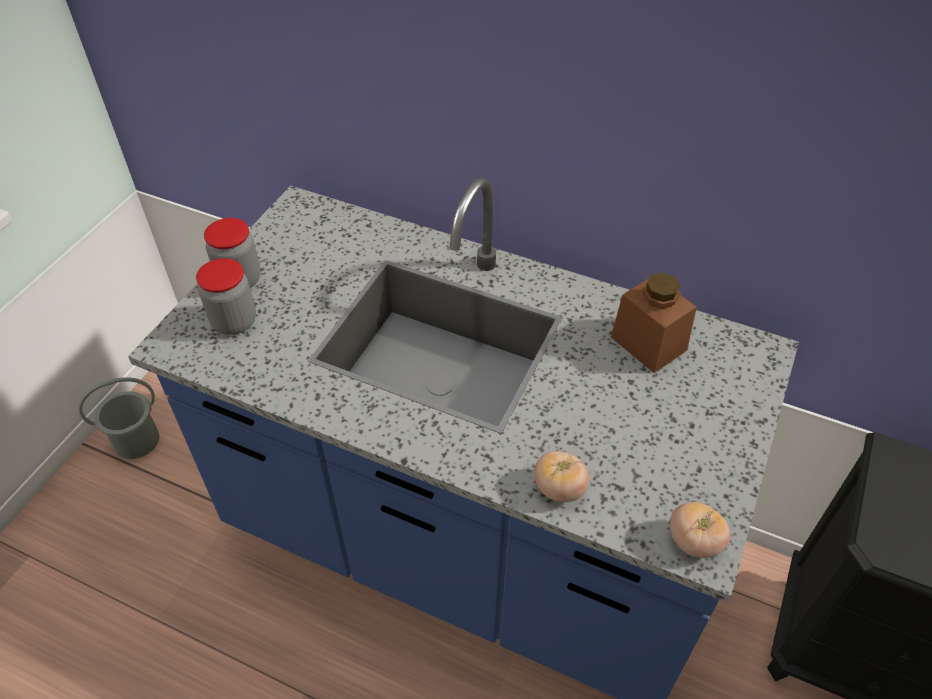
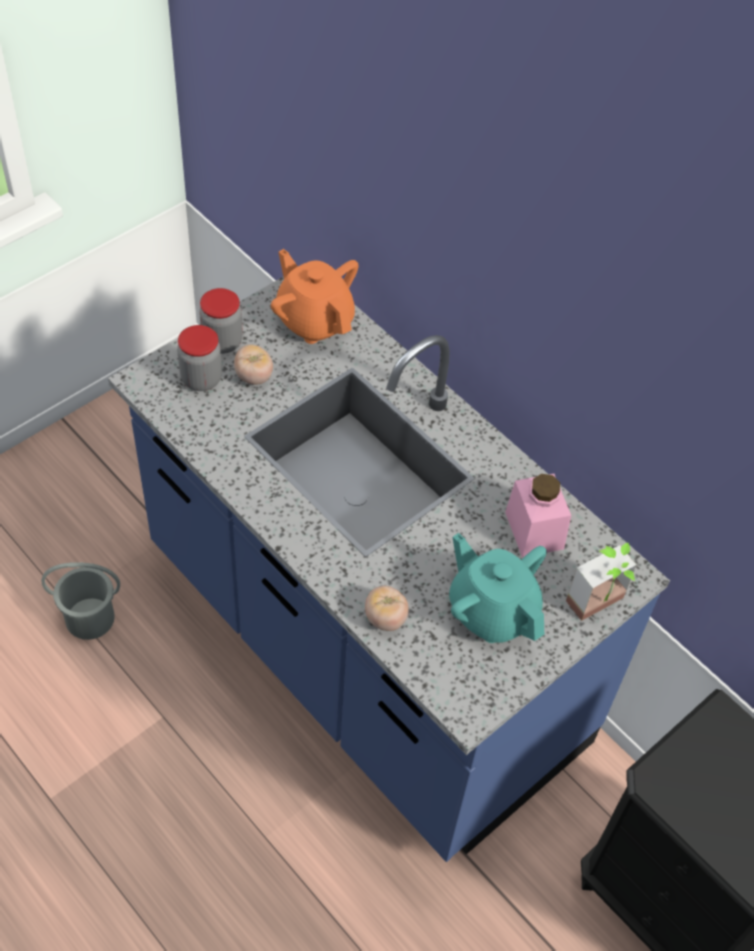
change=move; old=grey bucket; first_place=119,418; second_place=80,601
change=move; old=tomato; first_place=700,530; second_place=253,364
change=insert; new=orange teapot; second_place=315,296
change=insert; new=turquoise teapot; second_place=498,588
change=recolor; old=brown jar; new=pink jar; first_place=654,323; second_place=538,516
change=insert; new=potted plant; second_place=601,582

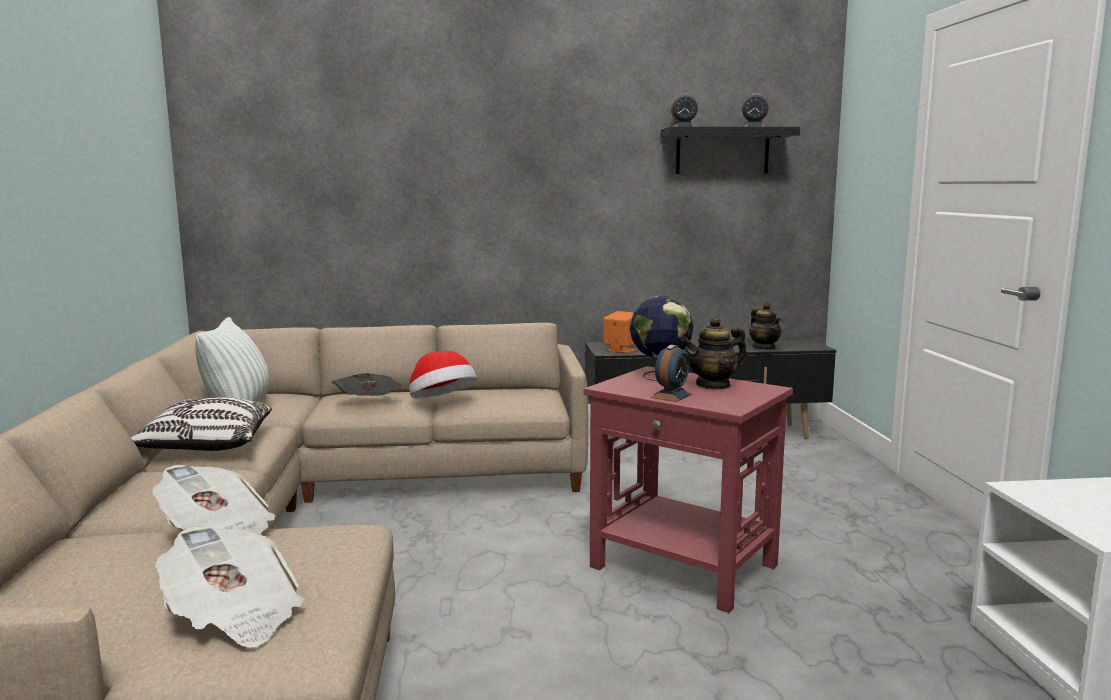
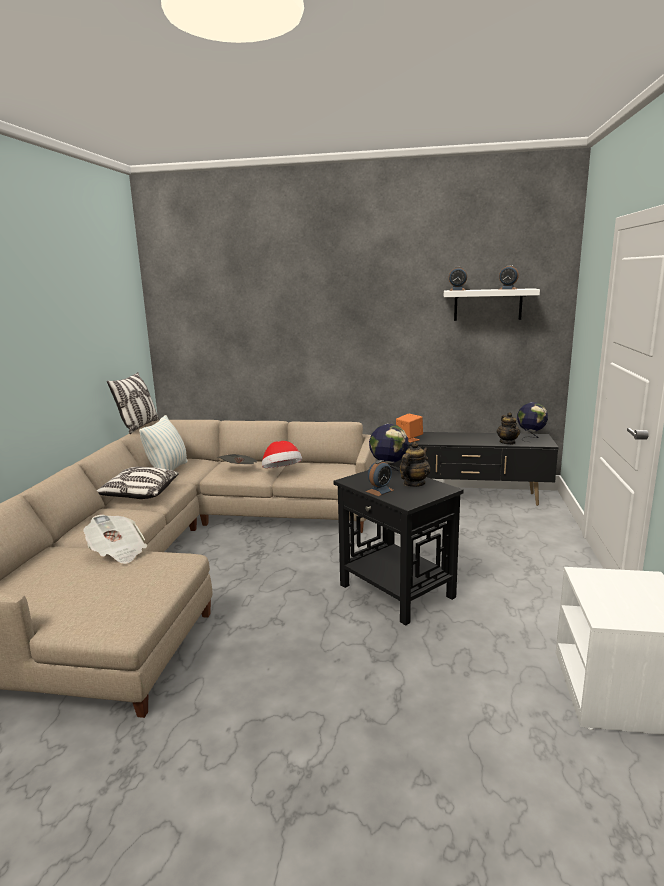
change=insert; new=pillow; second_place=133,403
change=recolor; old=red side table; new=black side table; first_place=688,489; second_place=398,544
change=rotate; old=teapot; first_place=714,353; second_place=415,464; degrees=135
change=recolor; old=black shelf; new=white shelf; first_place=730,150; second_place=492,304
change=insert; new=globe; second_place=532,422
change=delete; old=newspaper; first_place=230,587

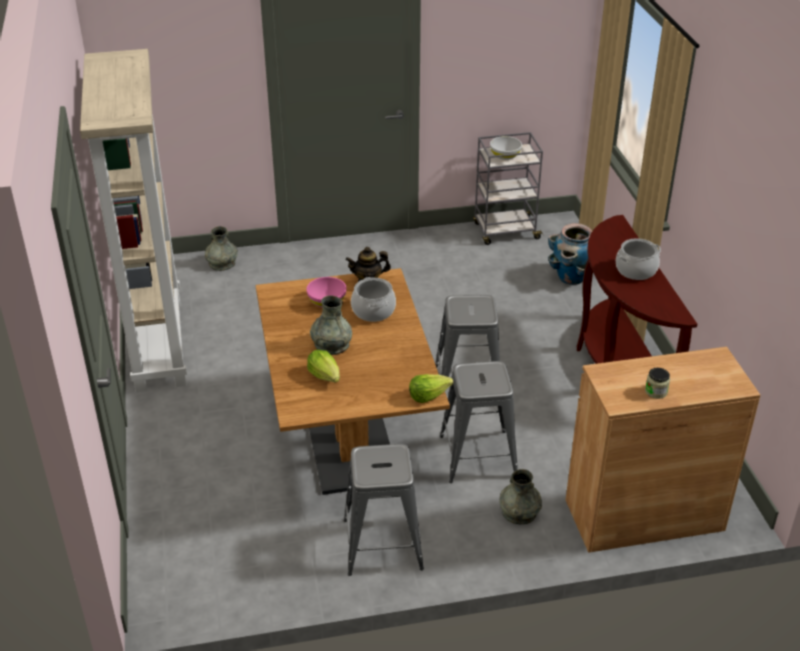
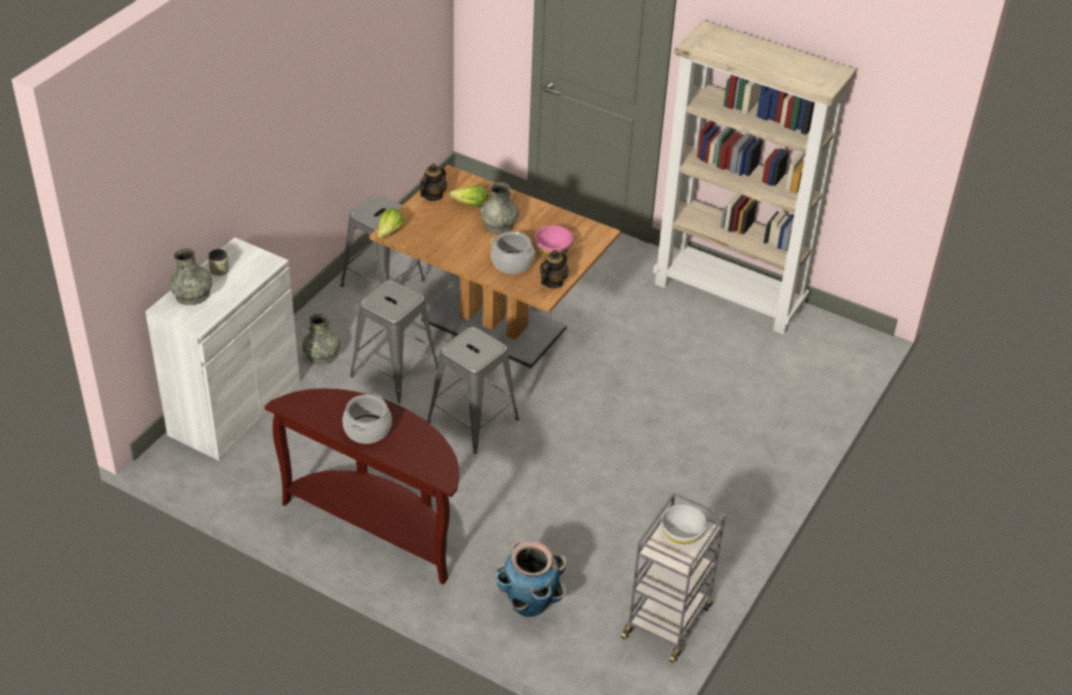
change=recolor; old=brown cabinet; new=white cabinet; first_place=663,450; second_place=222,349
change=move; old=grey vase; first_place=221,248; second_place=191,276
change=insert; new=teapot; second_place=433,182

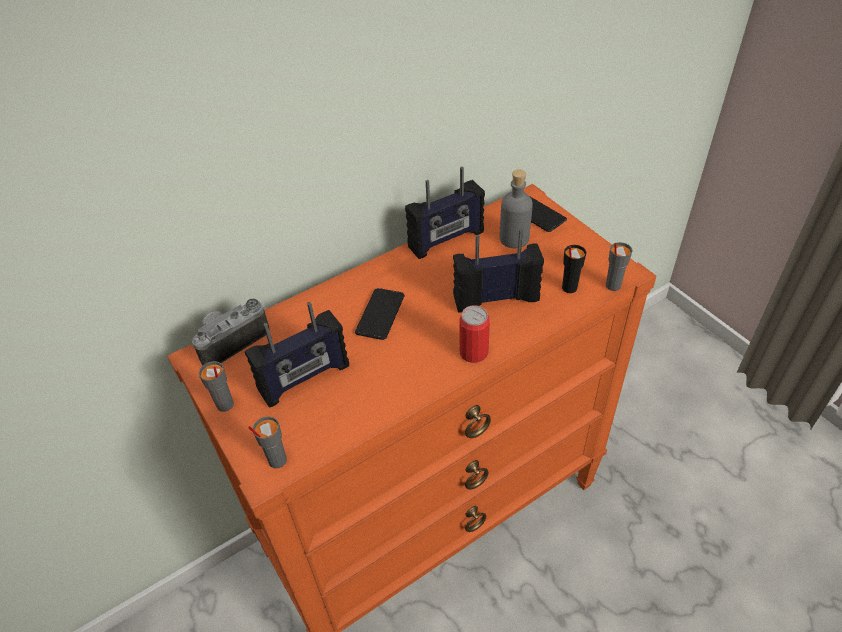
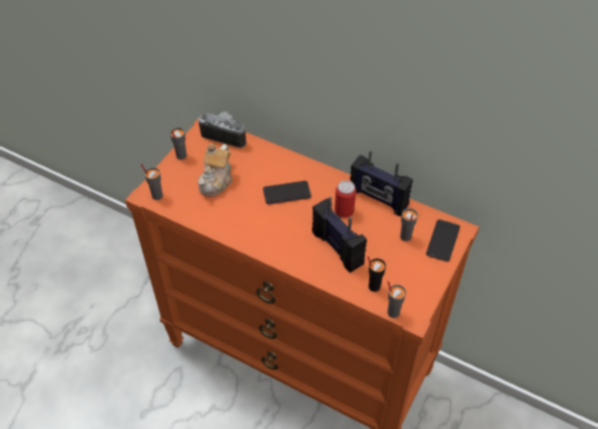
change=replace; old=radio; new=teapot; first_place=297,355; second_place=215,170
change=move; old=can; first_place=475,334; second_place=345,199
change=replace; old=grey bottle; new=grey cup; first_place=516,208; second_place=409,224

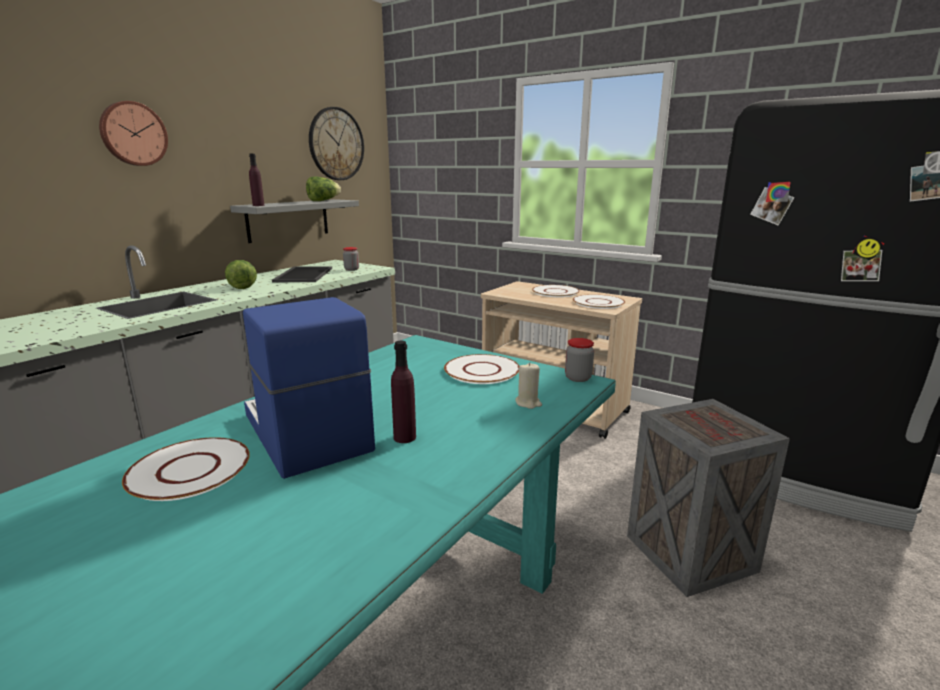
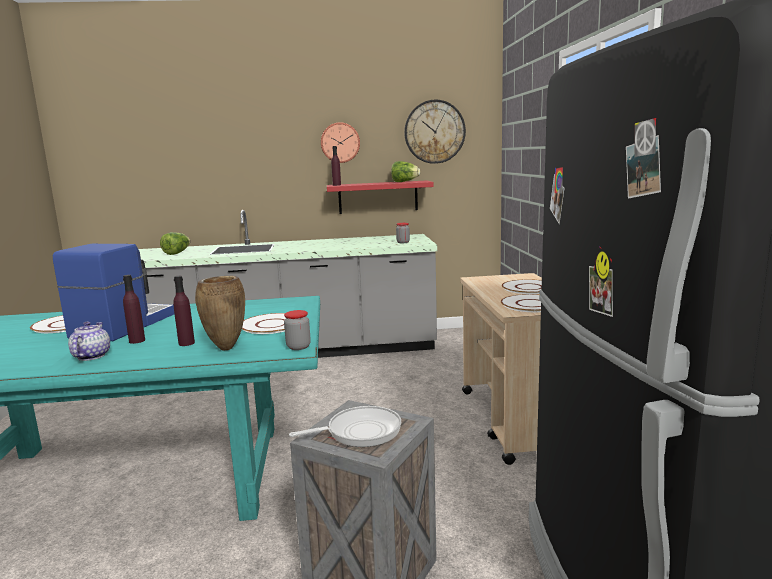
change=insert; new=teapot; second_place=89,341
change=move; old=lettuce; first_place=241,274; second_place=175,243
change=insert; new=purple bottle; second_place=184,311
change=replace; old=beige candle; new=brown vase; first_place=528,385; second_place=220,313
change=insert; new=frying pan; second_place=345,426
change=move; old=wall clock; first_place=133,133; second_place=340,142
change=recolor; old=grey shelf; new=red shelf; first_place=294,221; second_place=380,197
change=delete; old=tray; first_place=302,274

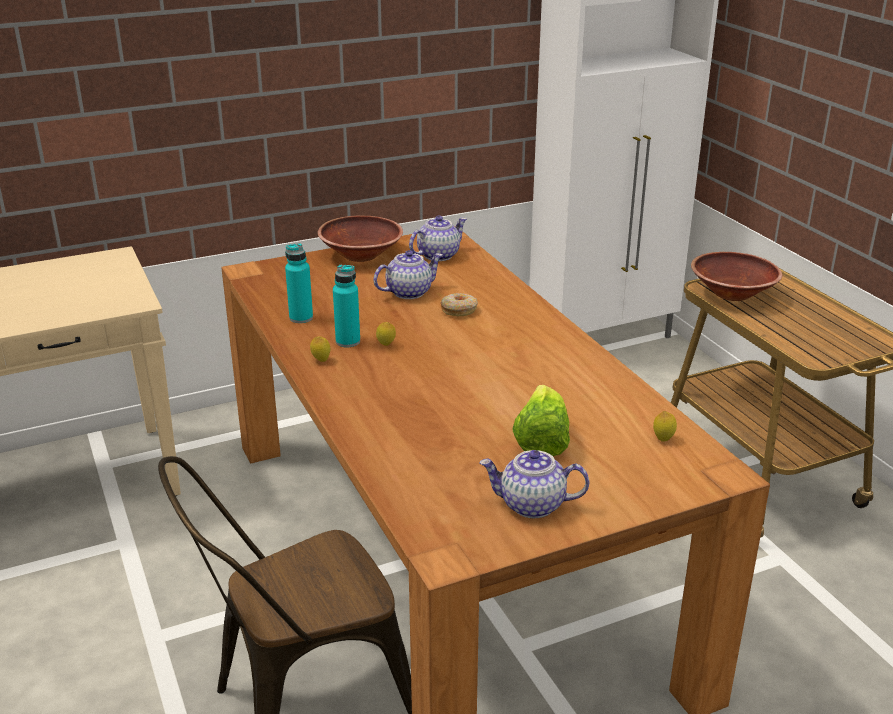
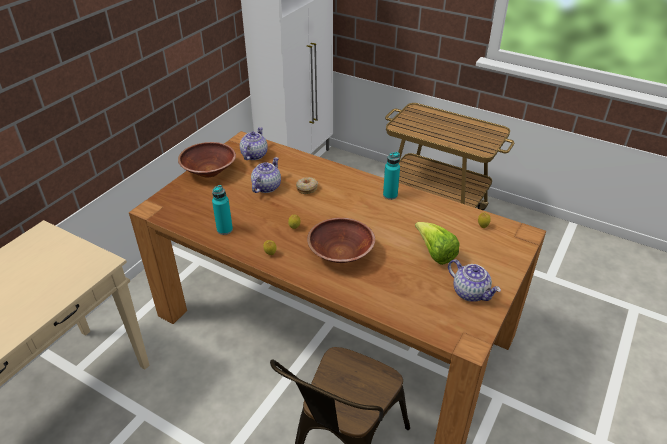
change=move; old=brown bowl; first_place=736,276; second_place=341,240
change=move; old=turquoise bottle; first_place=346,306; second_place=391,176
change=rotate; old=teapot; first_place=534,484; second_place=474,280; degrees=-105

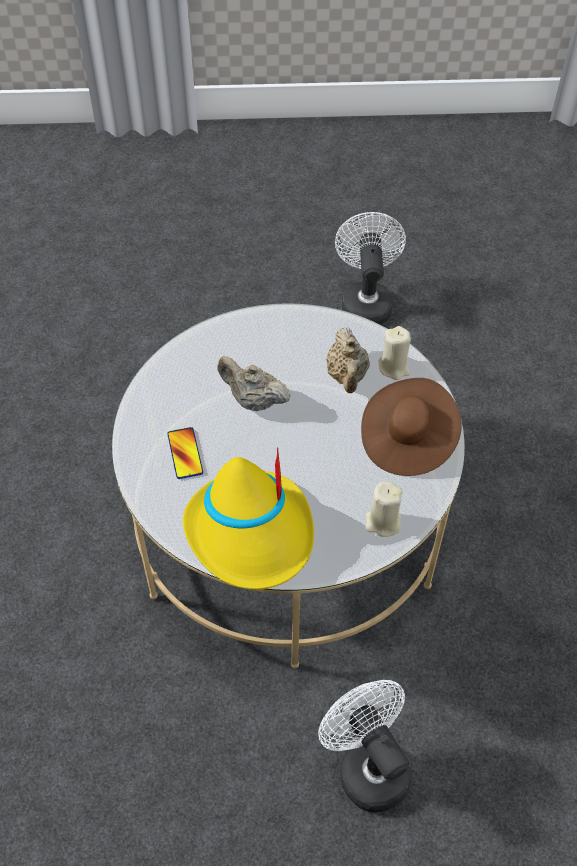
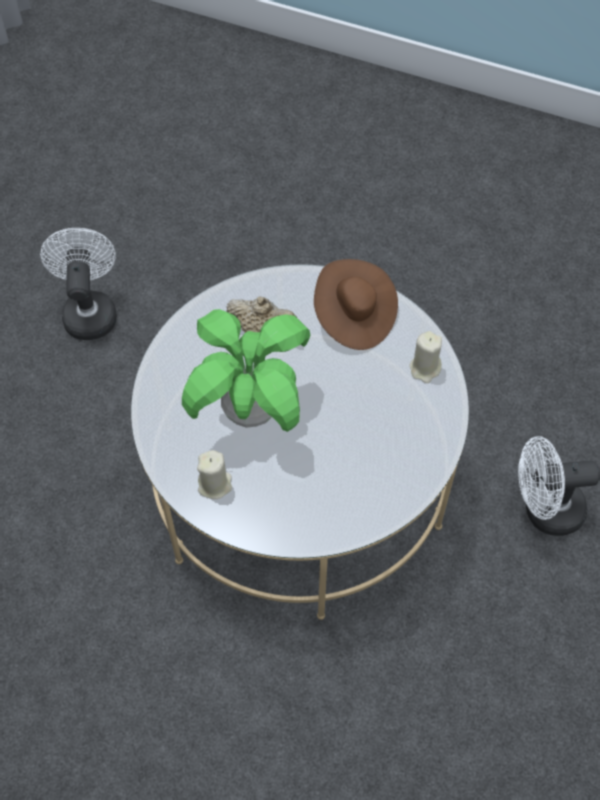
change=rotate; old=white fan; first_place=370,268; second_place=78,284; degrees=60
change=replace; old=beige teapot; new=potted plant; first_place=254,383; second_place=246,370
change=move; old=beige candle; first_place=395,353; second_place=214,474
change=delete; old=phone; first_place=185,453
change=delete; old=yellow hat; first_place=248,518

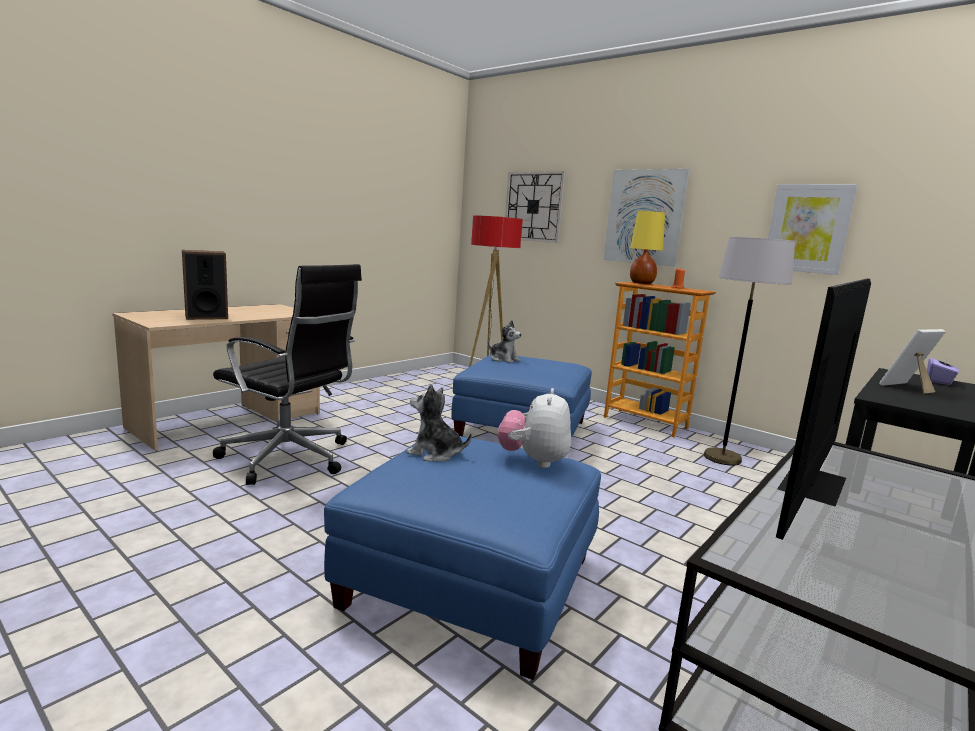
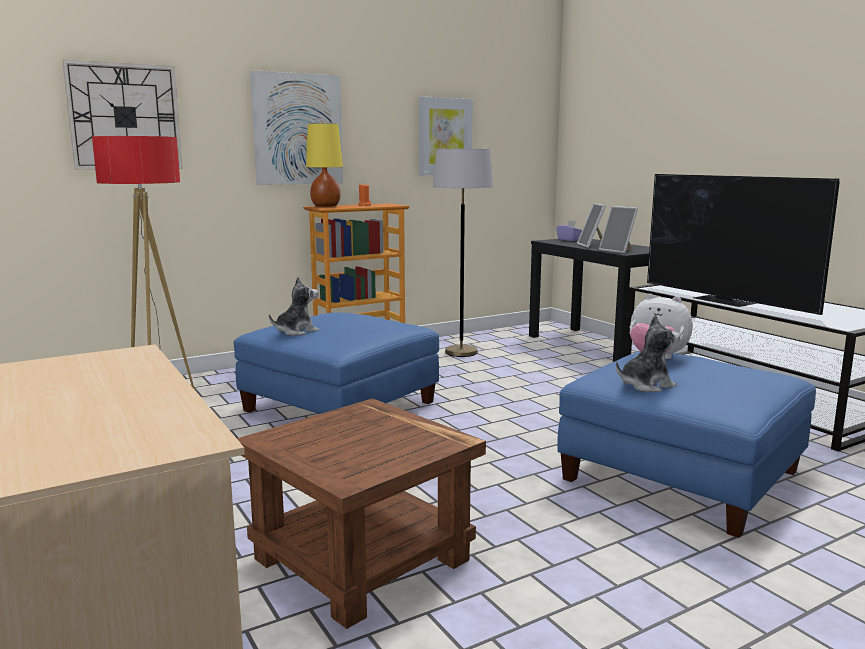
change=replace; old=black office chair; new=brown side table; first_place=287,374; second_place=361,513
change=insert; new=picture frame; second_place=618,229
change=rotate; old=plush toy; first_place=439,423; second_place=648,353; degrees=-150
change=delete; old=speaker; first_place=205,285

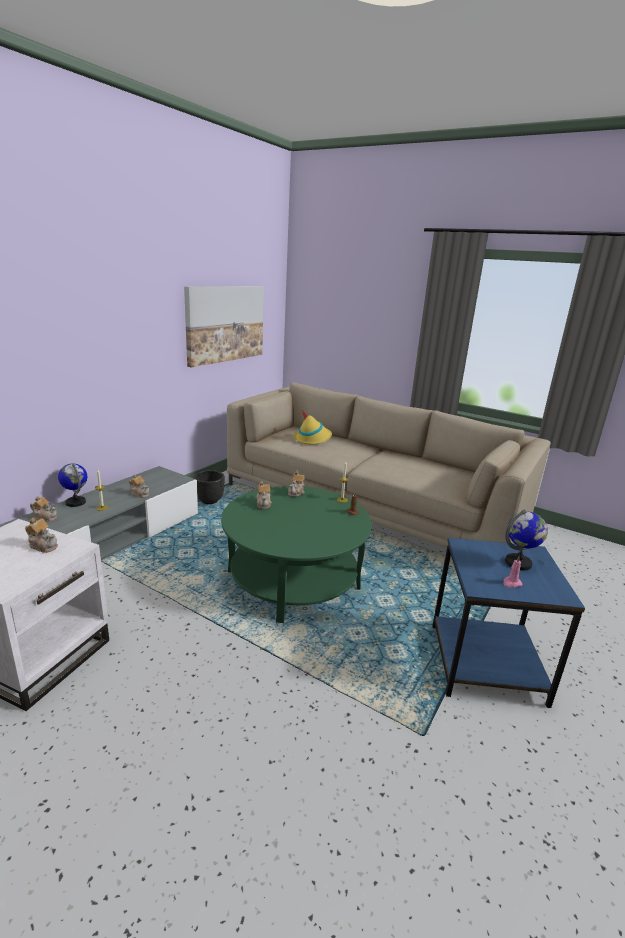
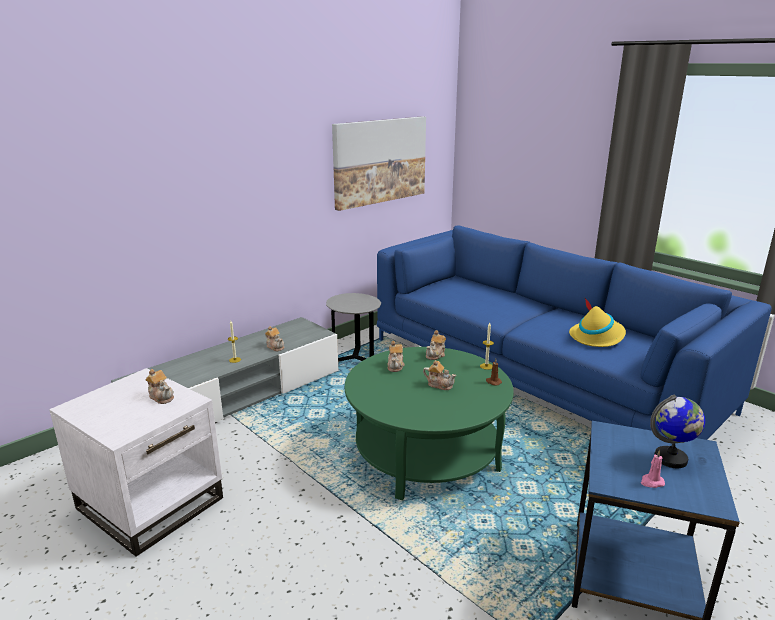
change=replace; old=black planter; new=grey side table; first_place=209,487; second_place=353,327
change=recolor; old=beige sofa; new=blue sofa; first_place=389,465; second_place=574,332
change=move; old=teapot; first_place=43,508; second_place=439,375
change=move; old=yellow hat; first_place=312,427; second_place=597,322
change=delete; old=globe; first_place=72,485

